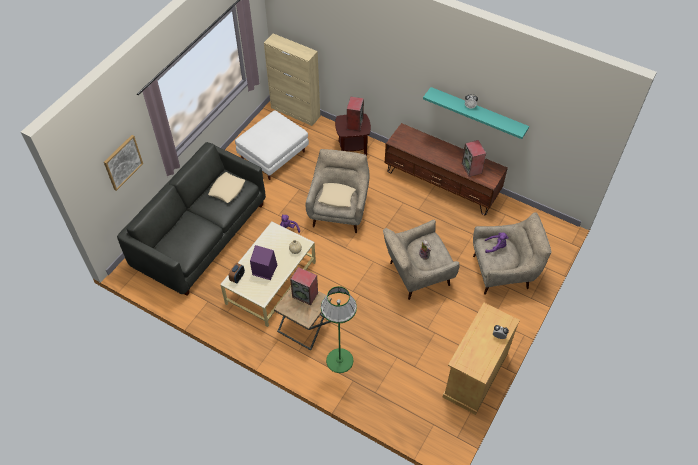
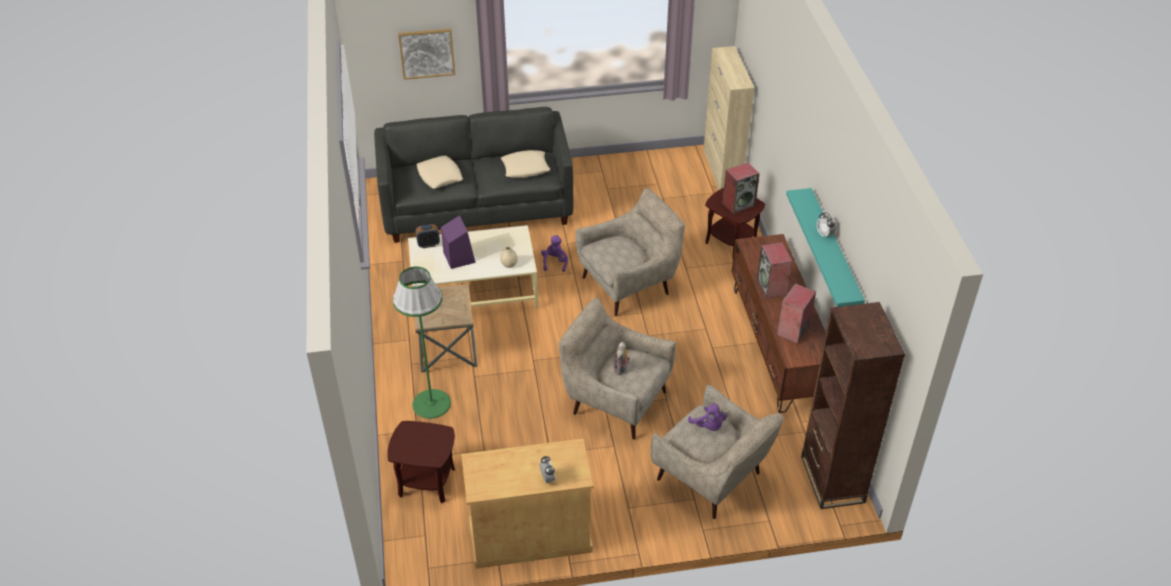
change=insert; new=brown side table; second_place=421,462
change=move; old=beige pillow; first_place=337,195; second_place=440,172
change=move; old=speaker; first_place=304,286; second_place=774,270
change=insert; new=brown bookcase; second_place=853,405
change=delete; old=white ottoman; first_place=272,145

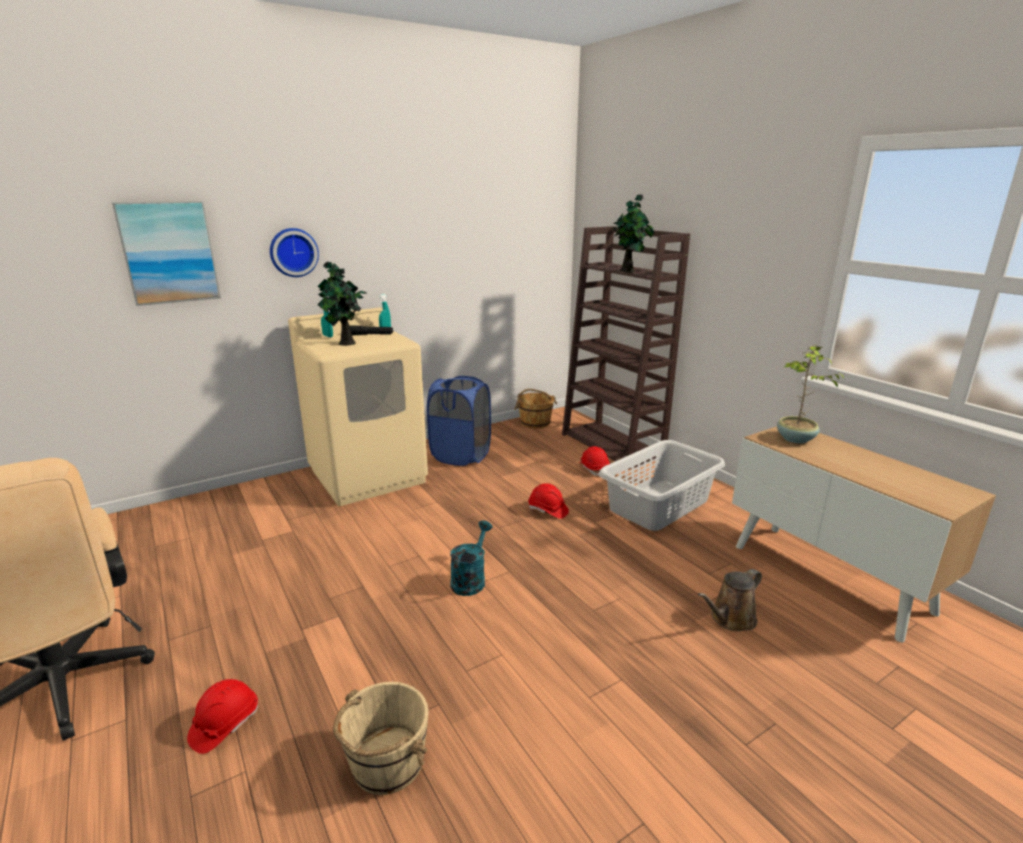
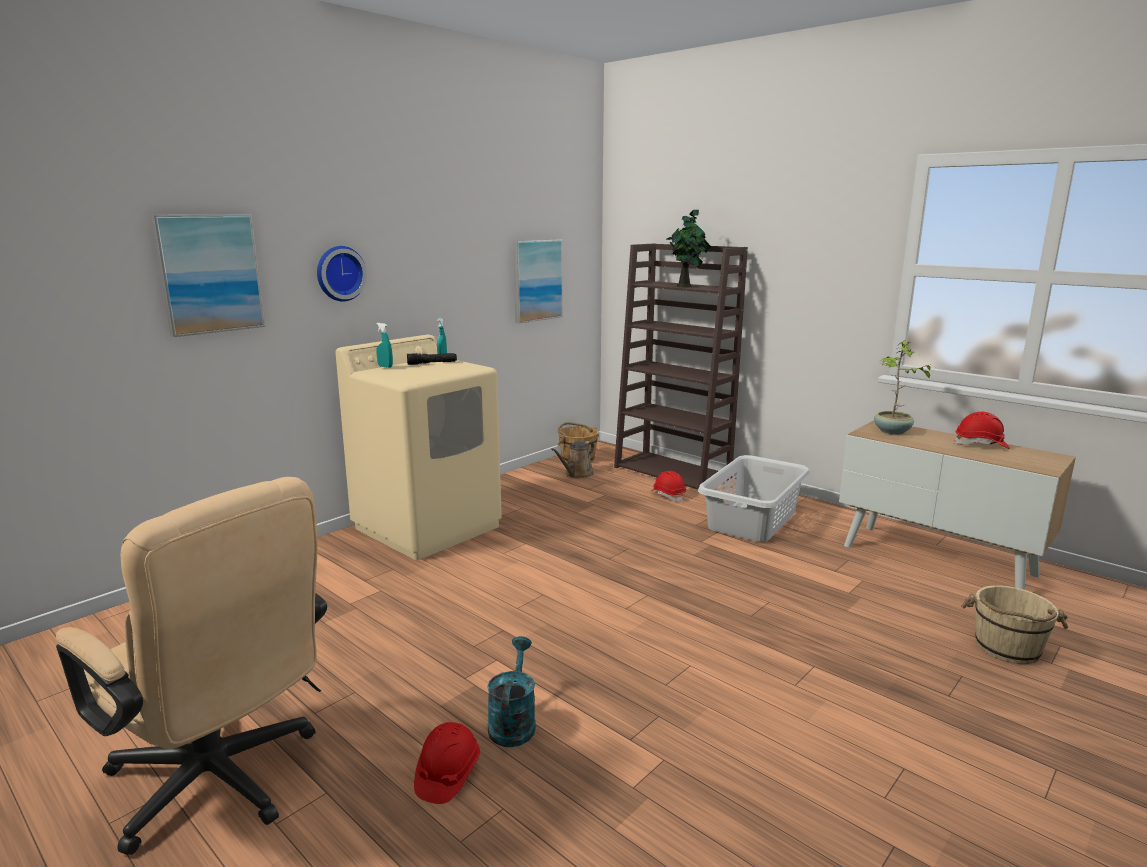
change=move; old=turquoise watering can; first_place=471,558; second_place=511,691
change=insert; new=picture; second_place=538,281
change=move; old=brown watering can; first_place=730,600; second_place=572,459
change=move; old=red hard hat; first_place=548,501; second_place=982,430
change=move; old=beige bucket; first_place=381,738; second_place=1014,624
change=delete; old=potted plant; first_place=342,303
change=delete; old=blue laundry basket; first_place=459,421

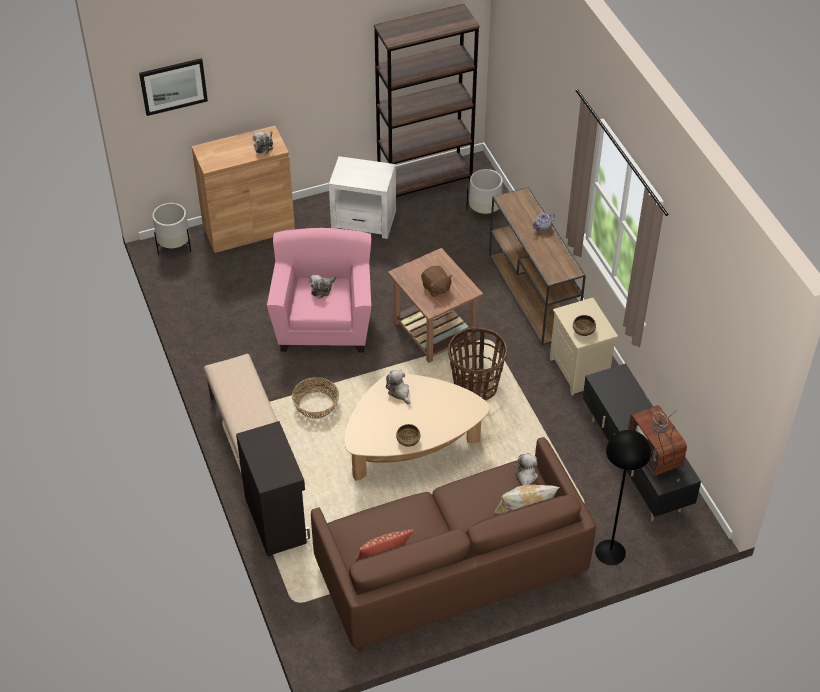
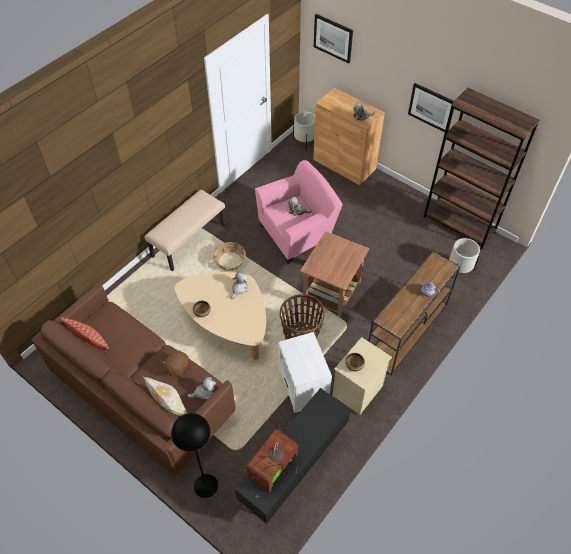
change=move; old=brown plush toy; first_place=437,281; second_place=175,363
change=move; old=white side table; first_place=362,197; second_place=305,372
change=insert; new=picture; second_place=431,107
change=delete; old=black cabinet; first_place=273,488

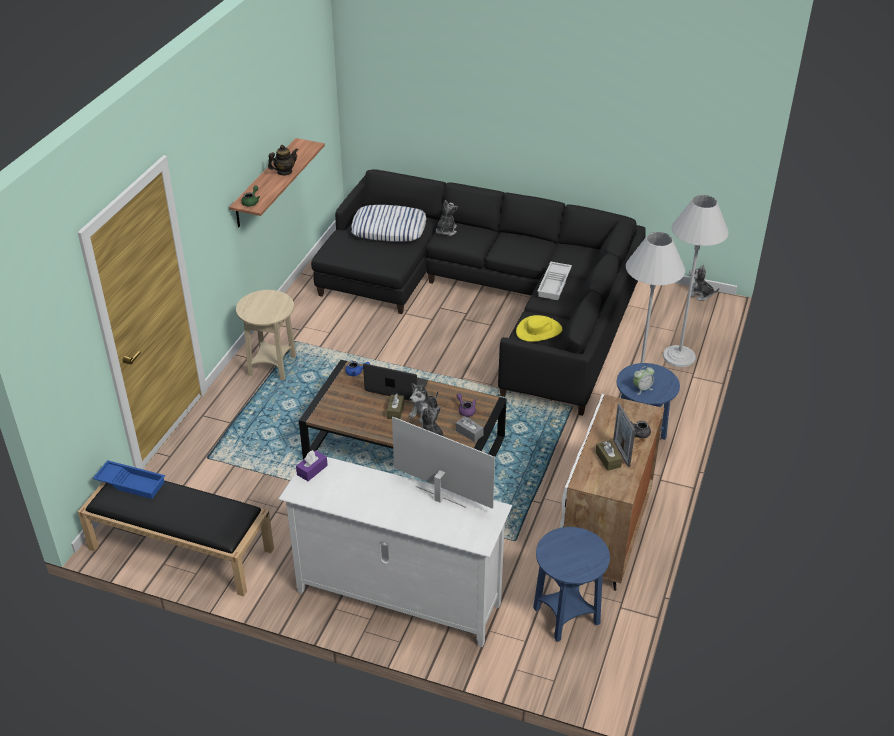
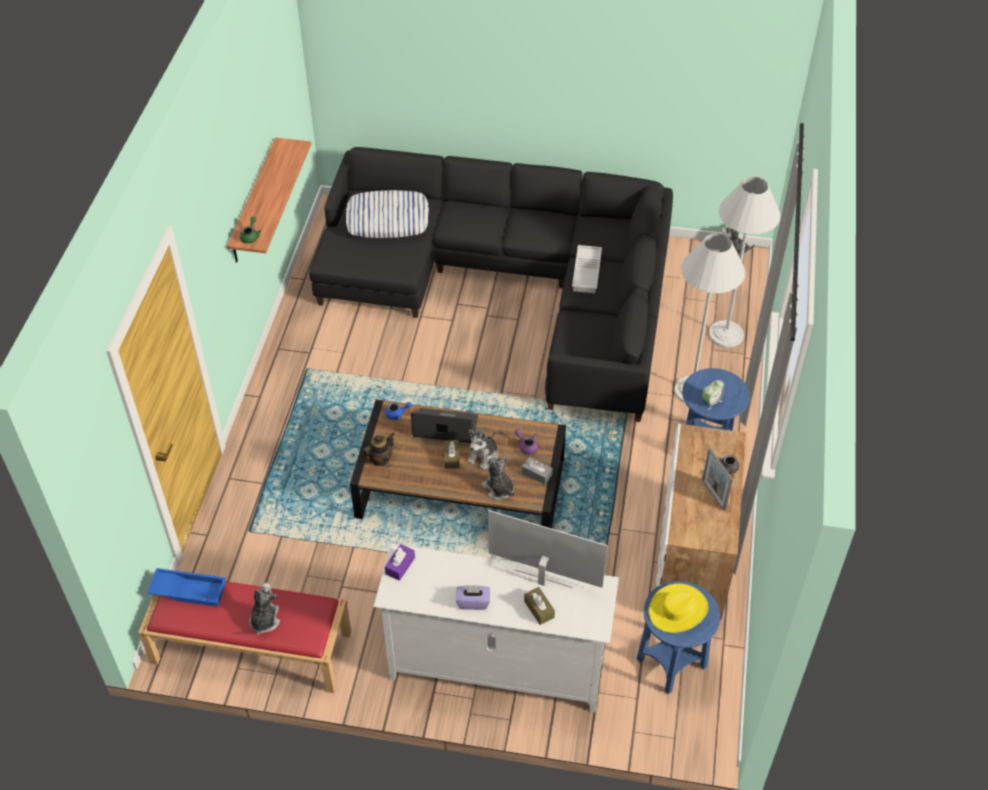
change=recolor; old=black bench; new=red bench; first_place=176,538; second_place=244,637
change=move; old=plush toy; first_place=447,218; second_place=264,609
change=move; old=teapot; first_place=283,160; second_place=379,449
change=insert; new=purple tissue box; second_place=473,597
change=move; old=brown tissue box; first_place=609,455; second_place=539,606
change=move; old=yellow hat; first_place=539,328; second_place=678,608
change=delete; old=beige side table; first_place=266,335

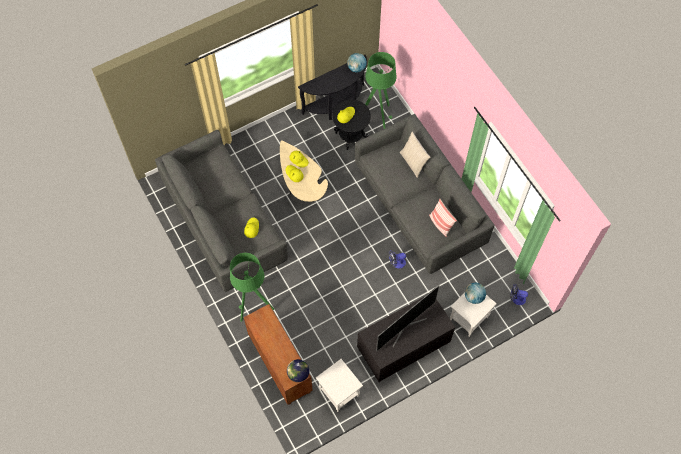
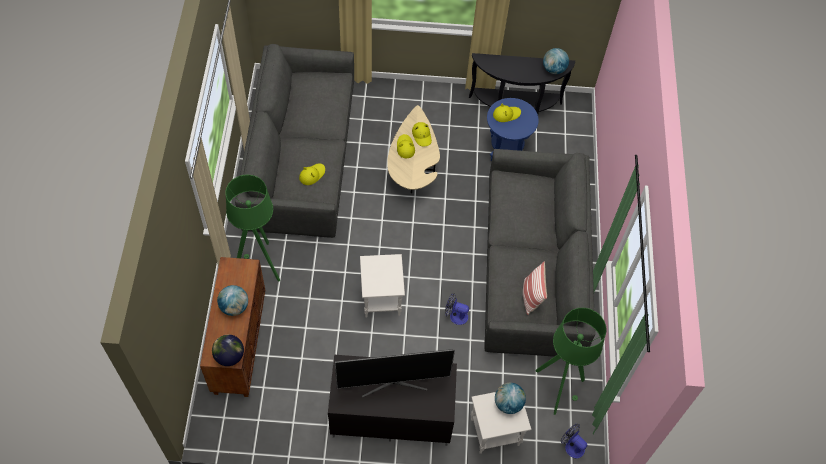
change=insert; new=globe; second_place=232,300
change=move; old=white side table; first_place=339,385; second_place=382,286
change=recolor; old=black side table; new=blue side table; first_place=351,125; second_place=513,129
change=move; old=green floor lamp; first_place=380,90; second_place=571,361
change=delete; old=beige pillow; first_place=415,155

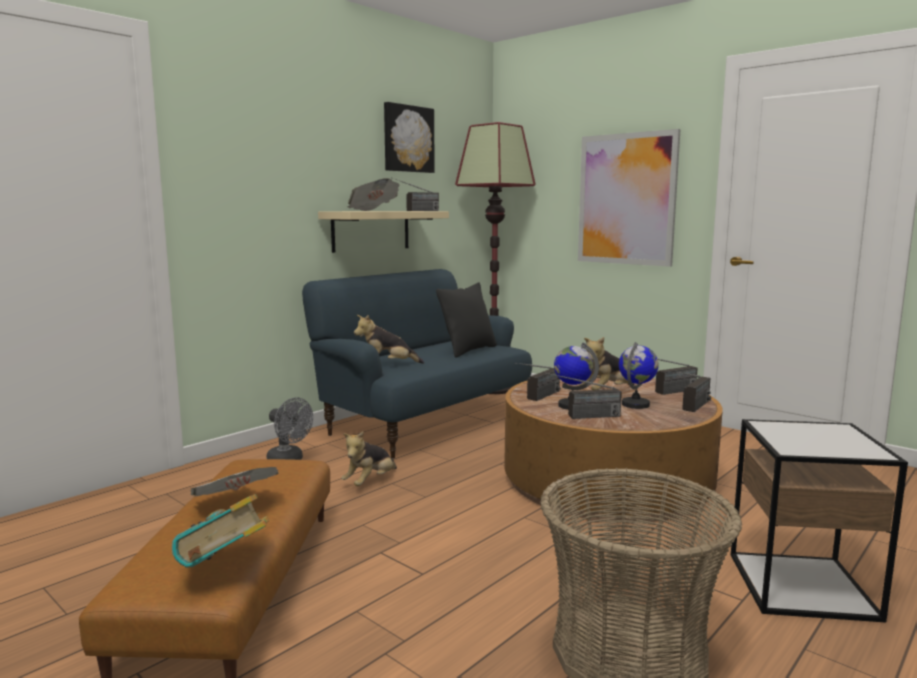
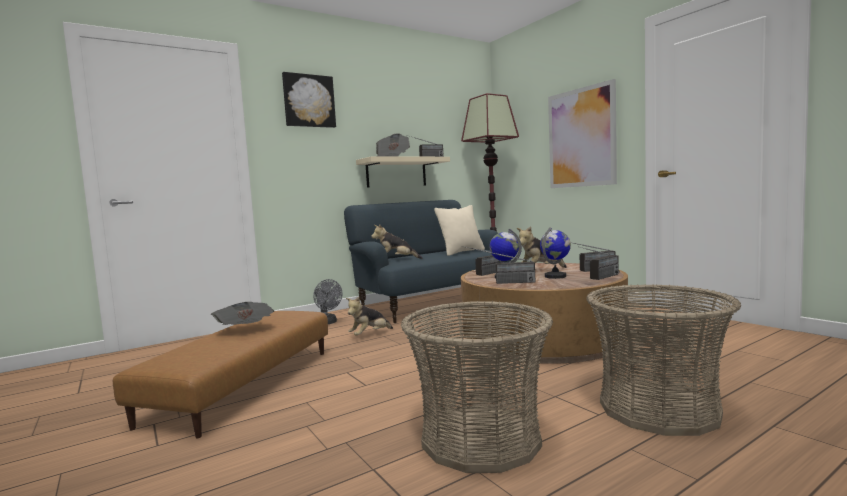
change=move; old=picture; first_place=409,137; second_place=309,100
change=recolor; old=black pillow; new=beige pillow; first_place=466,320; second_place=459,230
change=replace; old=side table; new=basket; first_place=819,521; second_place=663,360
change=delete; old=book; first_place=220,531

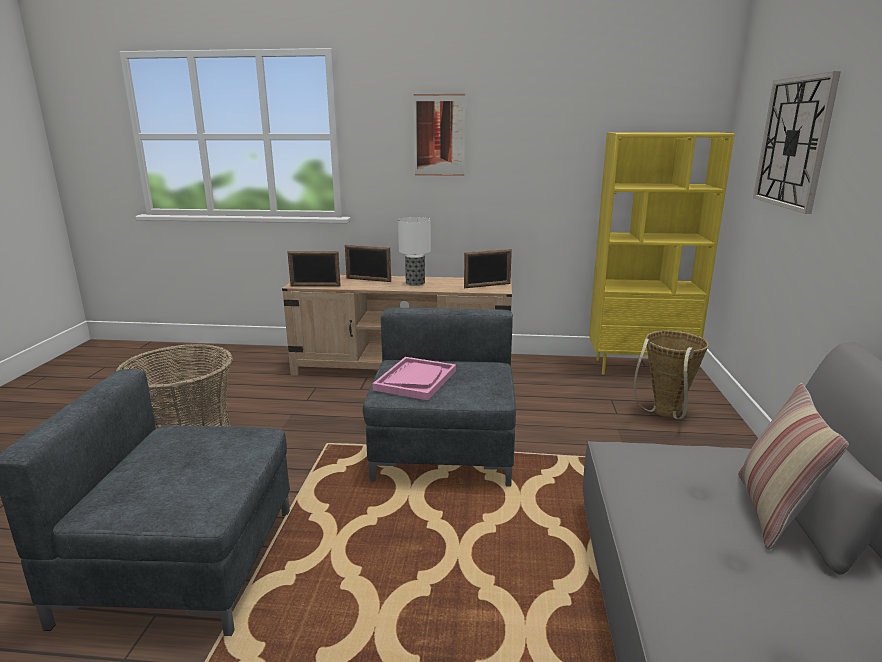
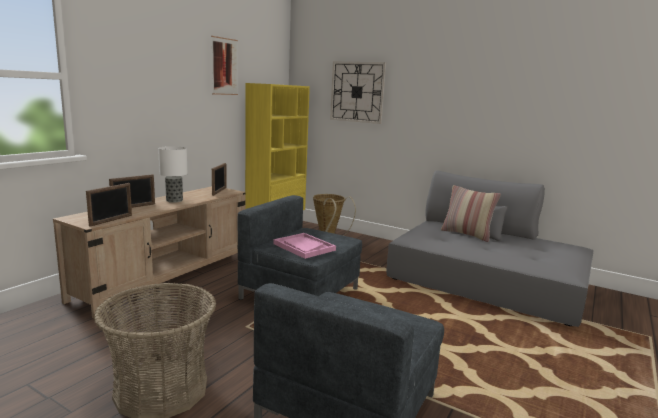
change=move; old=picture; first_place=439,135; second_place=224,65

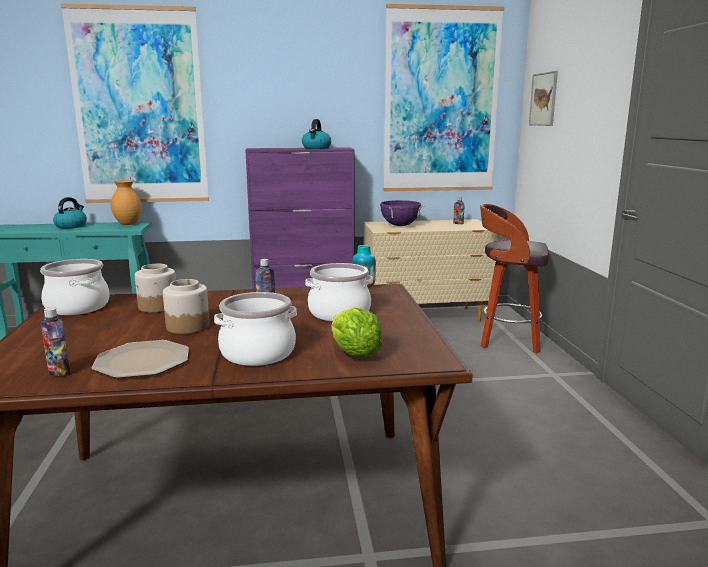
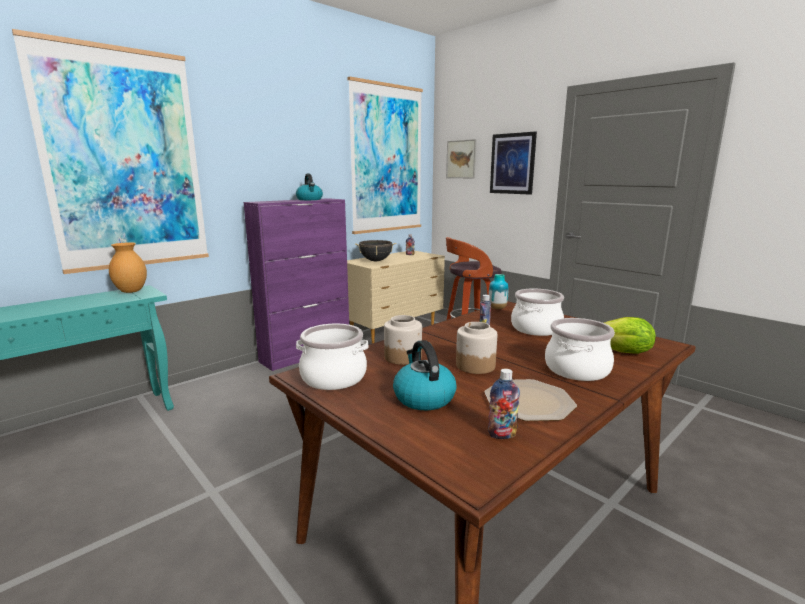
change=recolor; old=purple cooking pot; new=black cooking pot; first_place=401,213; second_place=376,250
change=move; old=kettle; first_place=70,213; second_place=425,375
change=insert; new=picture; second_place=513,163

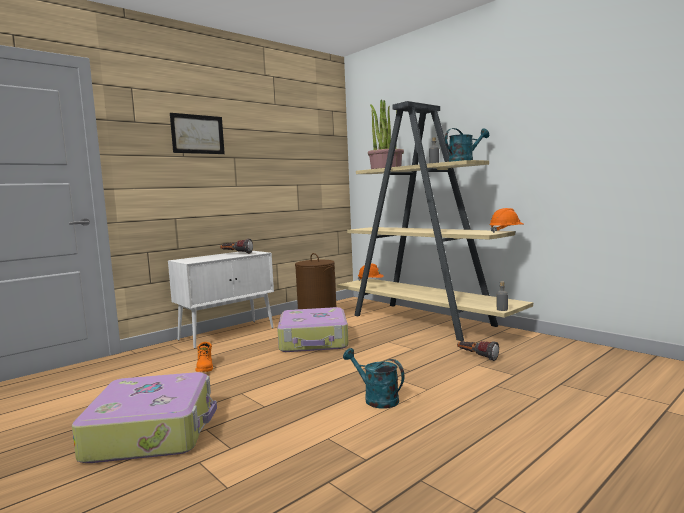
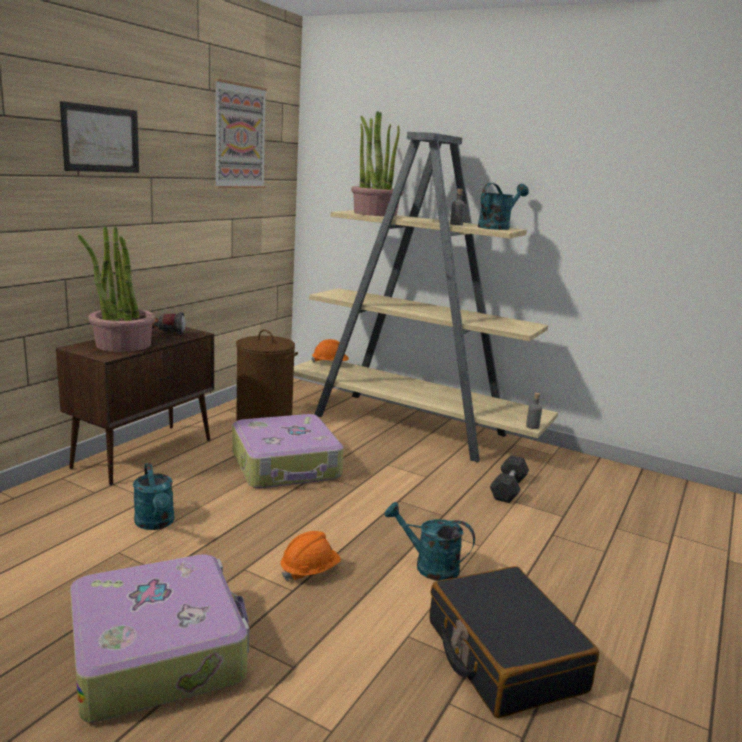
change=recolor; old=white cabinet; new=brown cabinet; first_place=221,300; second_place=135,406
change=insert; new=potted plant; second_place=116,289
change=replace; old=orange boot; new=turquoise watering can; first_place=204,357; second_place=153,496
change=insert; new=picture; second_place=240,133
change=move; old=orange hard hat; first_place=506,220; second_place=311,556
change=insert; new=black suitcase; second_place=514,642
change=replace; old=flashlight; new=grey dumbbell; first_place=478,351; second_place=509,479

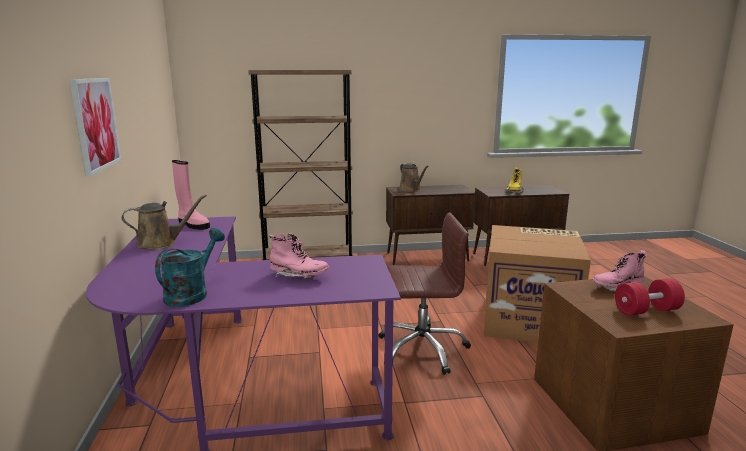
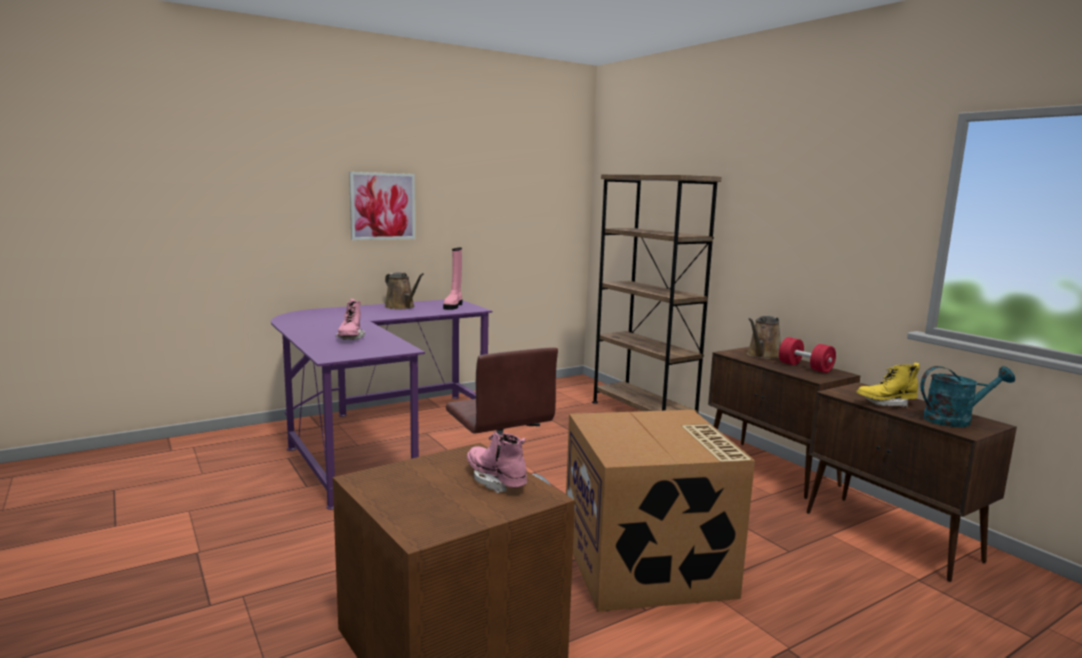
change=move; old=red dumbbell; first_place=650,297; second_place=807,355
change=move; old=turquoise watering can; first_place=190,267; second_place=967,396

